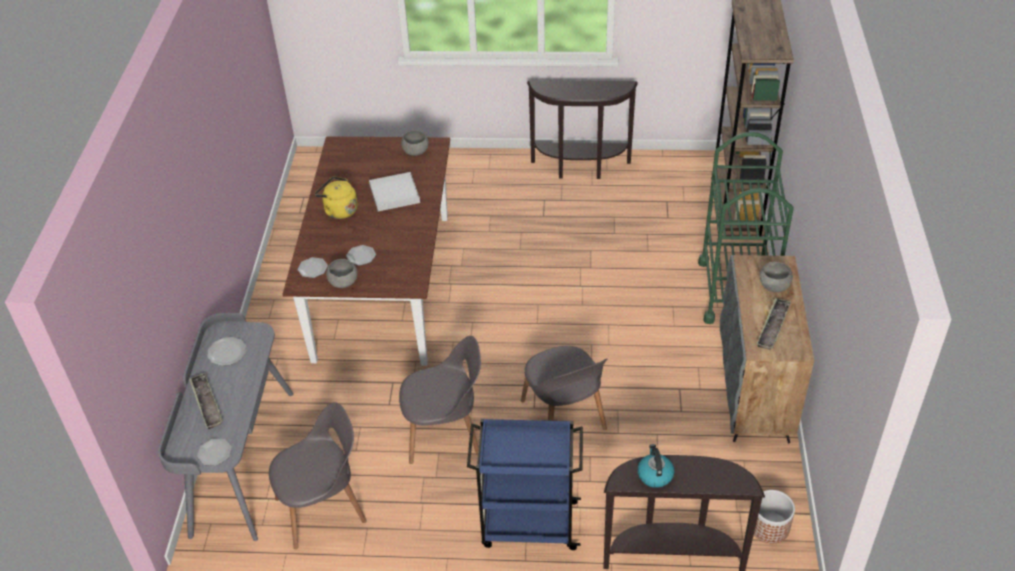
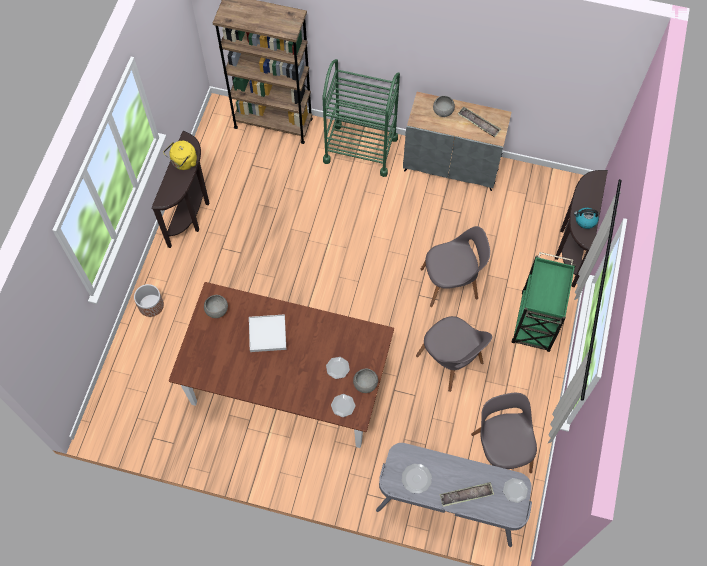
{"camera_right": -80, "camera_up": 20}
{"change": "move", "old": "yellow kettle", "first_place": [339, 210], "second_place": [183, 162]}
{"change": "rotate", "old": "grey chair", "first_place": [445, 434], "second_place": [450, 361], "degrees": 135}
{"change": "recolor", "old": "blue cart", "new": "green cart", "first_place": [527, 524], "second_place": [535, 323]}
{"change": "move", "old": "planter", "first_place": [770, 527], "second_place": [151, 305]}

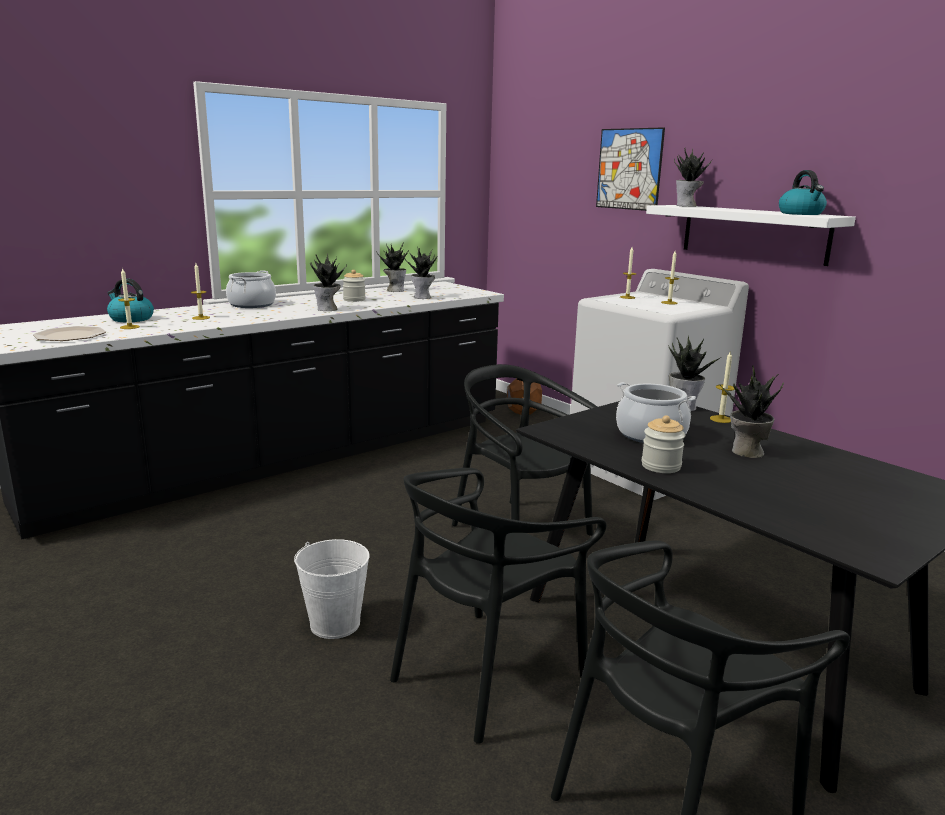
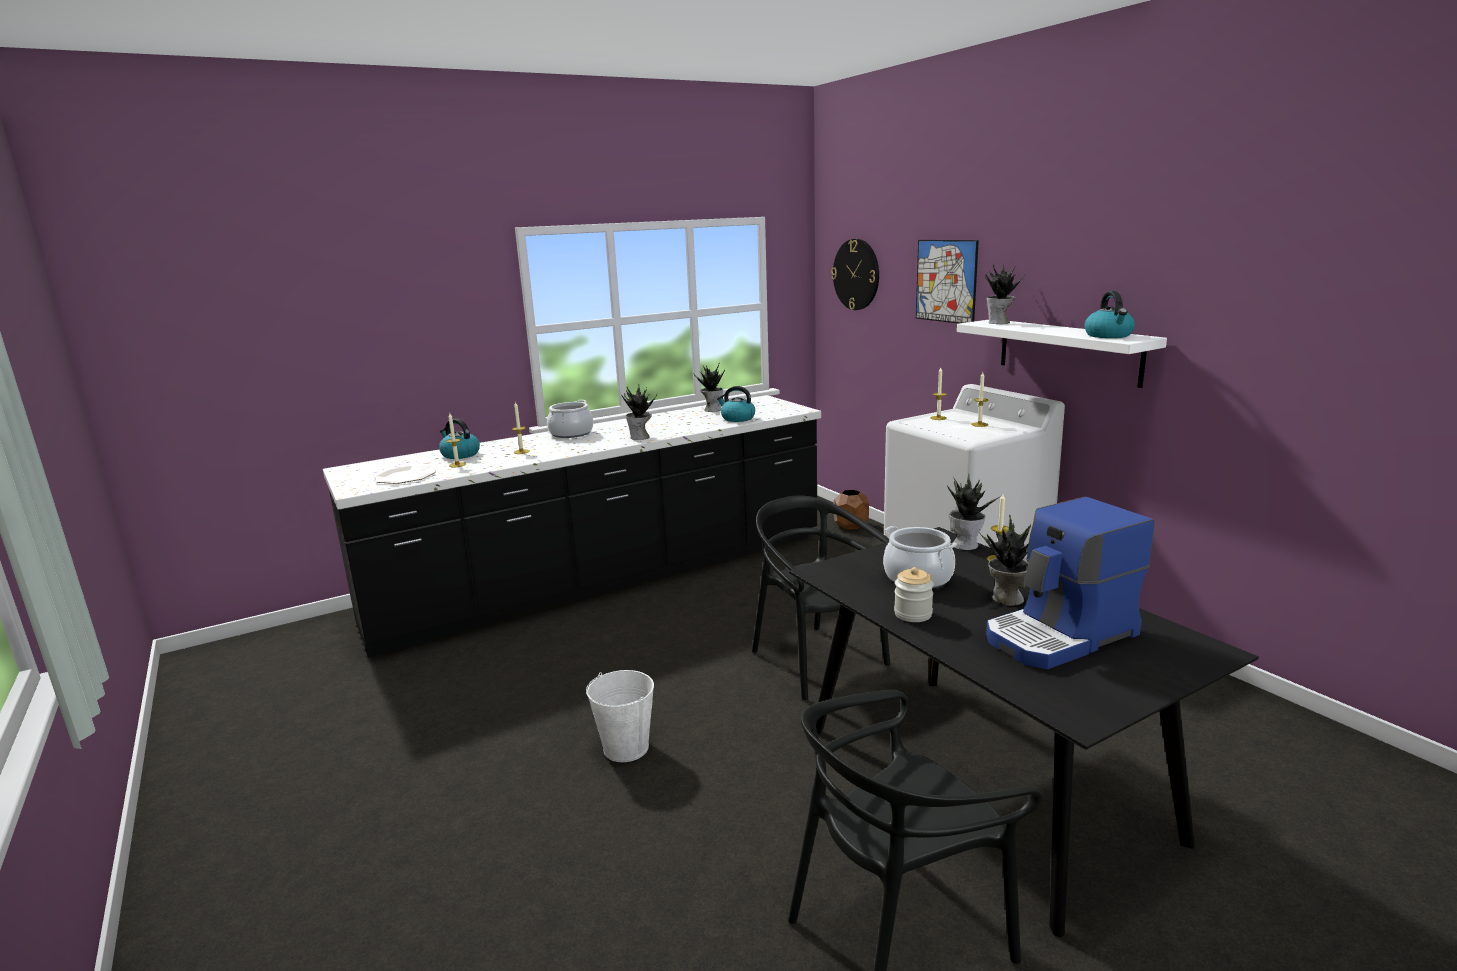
{"camera_right": 10, "camera_up": 0}
{"change": "replace", "old": "potted plant", "new": "kettle", "first_place": [423, 297], "second_place": [737, 418]}
{"change": "delete", "old": "jar", "first_place": [354, 300]}
{"change": "delete", "old": "black chair", "first_place": [486, 673]}
{"change": "insert", "new": "wall clock", "second_place": [856, 274]}
{"change": "insert", "new": "coffee machine", "second_place": [1061, 636]}

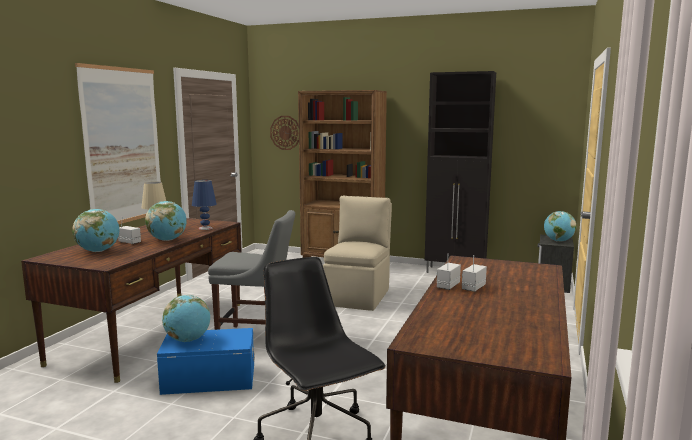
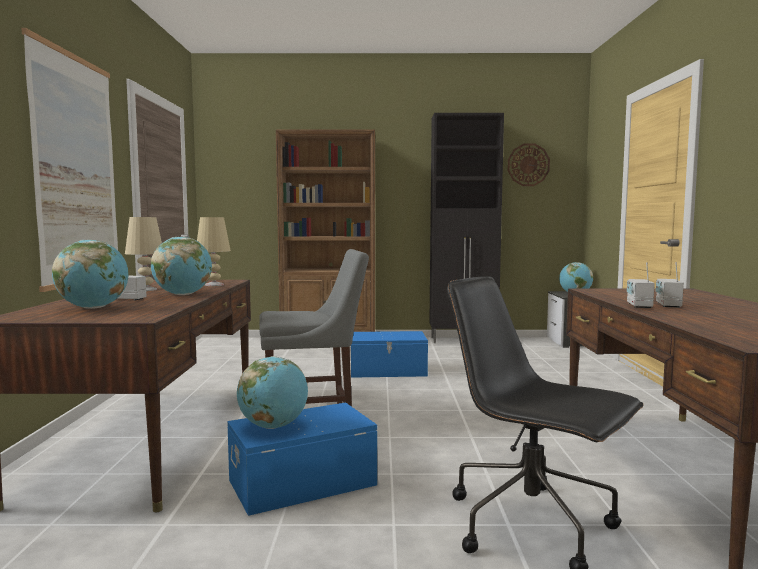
{"camera_right": -20, "camera_up": -5}
{"change": "move", "old": "wall clock", "first_place": [285, 132], "second_place": [528, 165]}
{"change": "recolor", "old": "blue table lamp", "new": "beige table lamp", "first_place": [205, 228], "second_place": [214, 285]}
{"change": "replace", "old": "beige chair", "new": "blue storage box", "first_place": [358, 296], "second_place": [388, 371]}

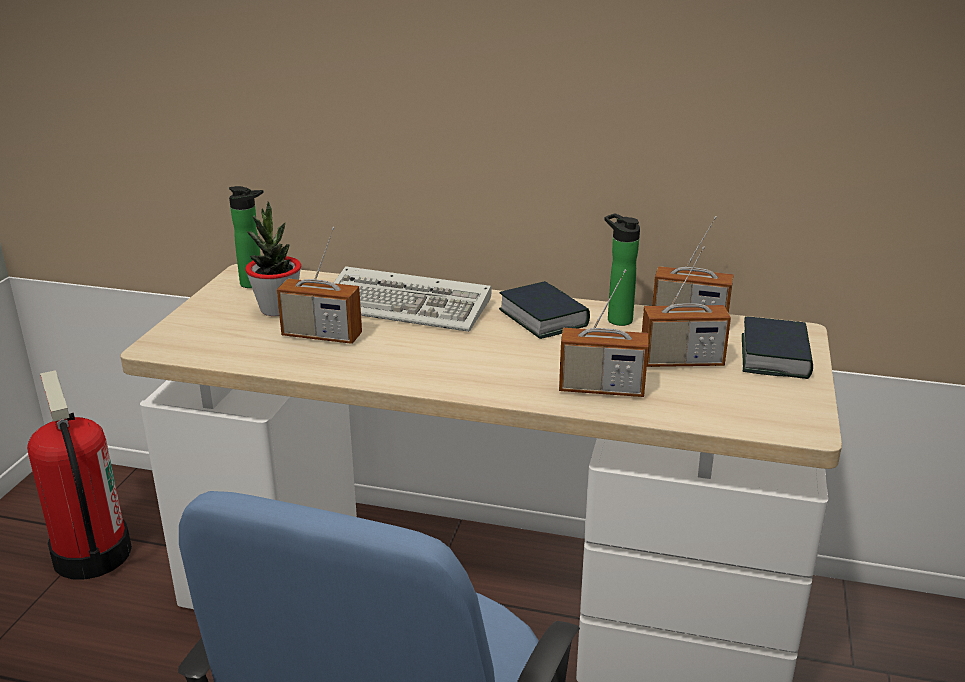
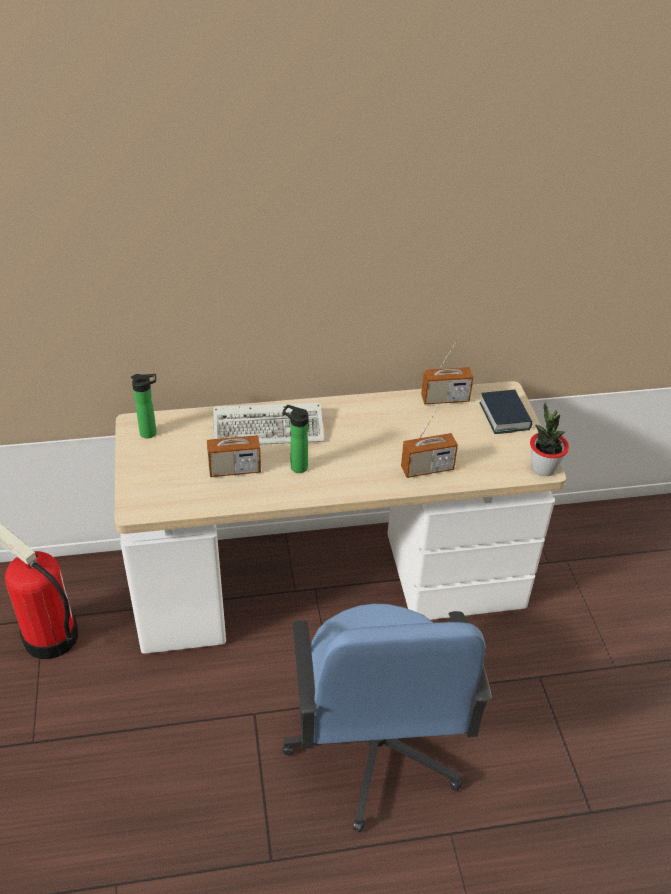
{"camera_right": -25, "camera_up": 15}
{"change": "move", "old": "potted plant", "first_place": [277, 309], "second_place": [543, 468]}
{"change": "move", "old": "bottle", "first_place": [616, 319], "second_place": [296, 466]}
{"change": "delete", "old": "radio", "first_place": [681, 362]}
{"change": "delete", "old": "book", "first_place": [543, 318]}

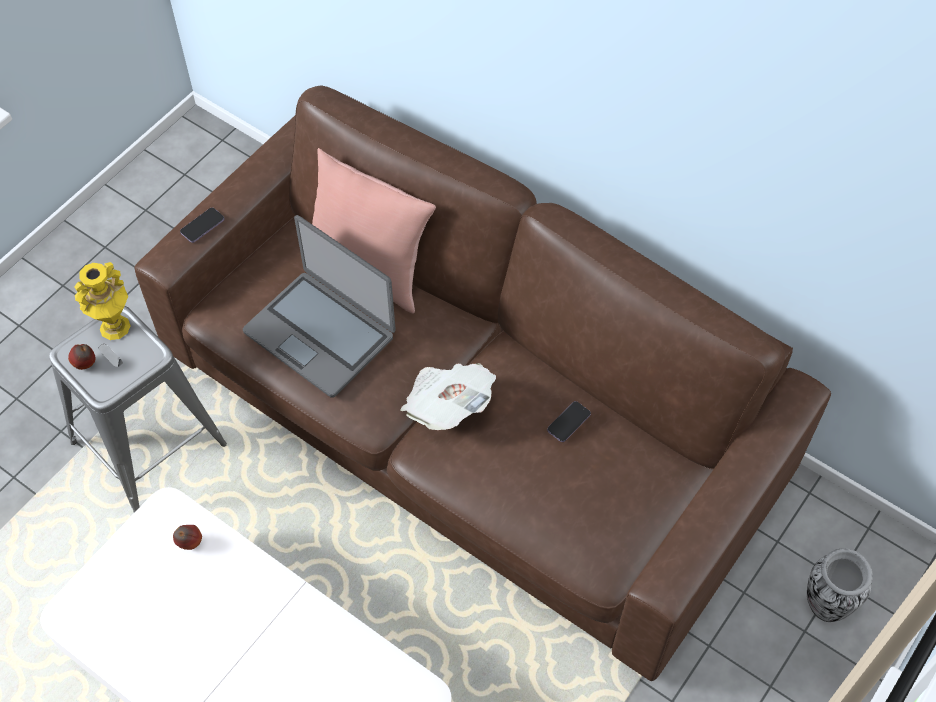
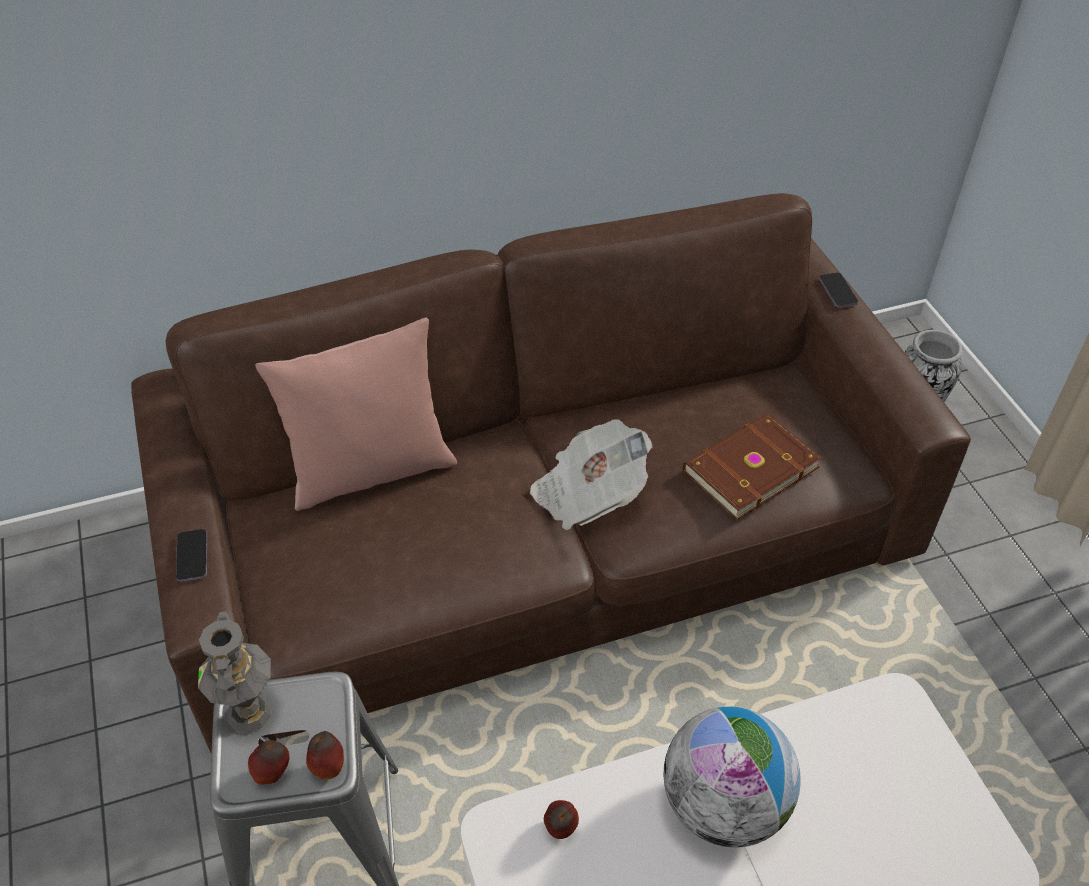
{"camera_right": -55, "camera_up": -10}
{"change": "delete", "old": "laptop", "first_place": [320, 333]}
{"change": "recolor", "old": "yellow vase", "new": "grey vase", "first_place": [115, 328], "second_place": [250, 712]}
{"change": "move", "old": "phone", "first_place": [568, 422], "second_place": [837, 291]}
{"change": "insert", "new": "brown book", "second_place": [748, 468]}
{"change": "insert", "new": "globe", "second_place": [723, 805]}
{"change": "insert", "new": "apple", "second_place": [328, 766]}

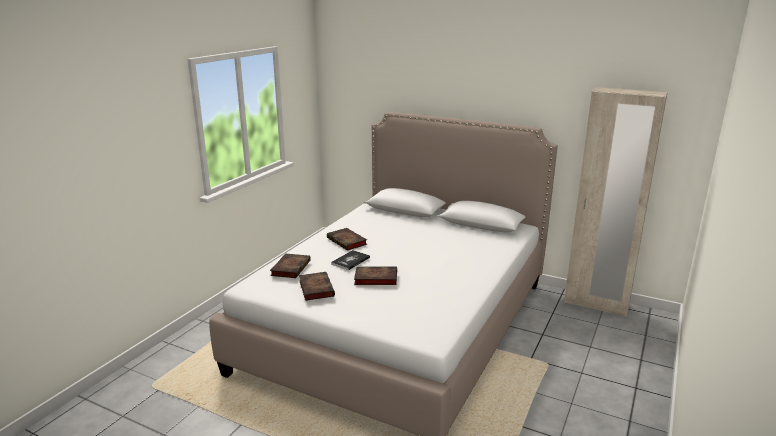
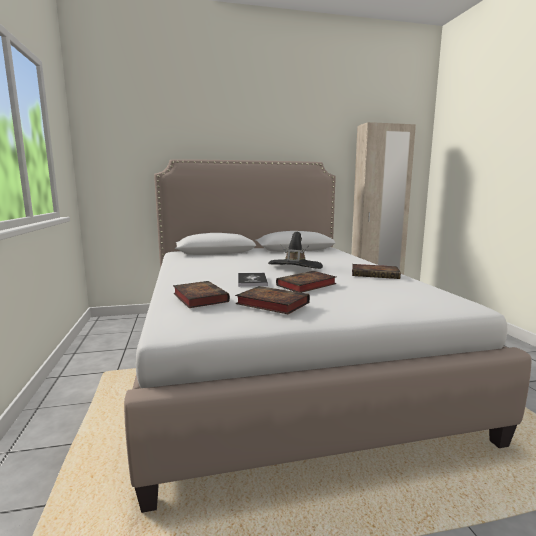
{"camera_right": -40, "camera_up": -10}
{"change": "move", "old": "book", "first_place": [347, 241], "second_place": [376, 274]}
{"change": "insert", "new": "black hat", "second_place": [295, 266]}

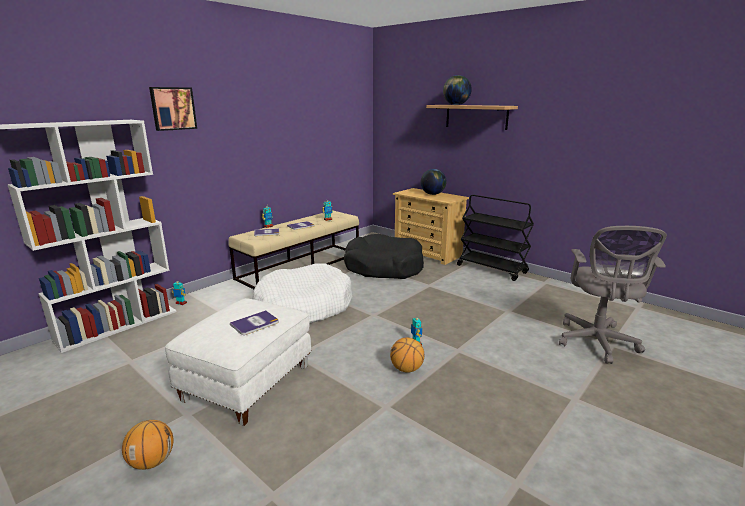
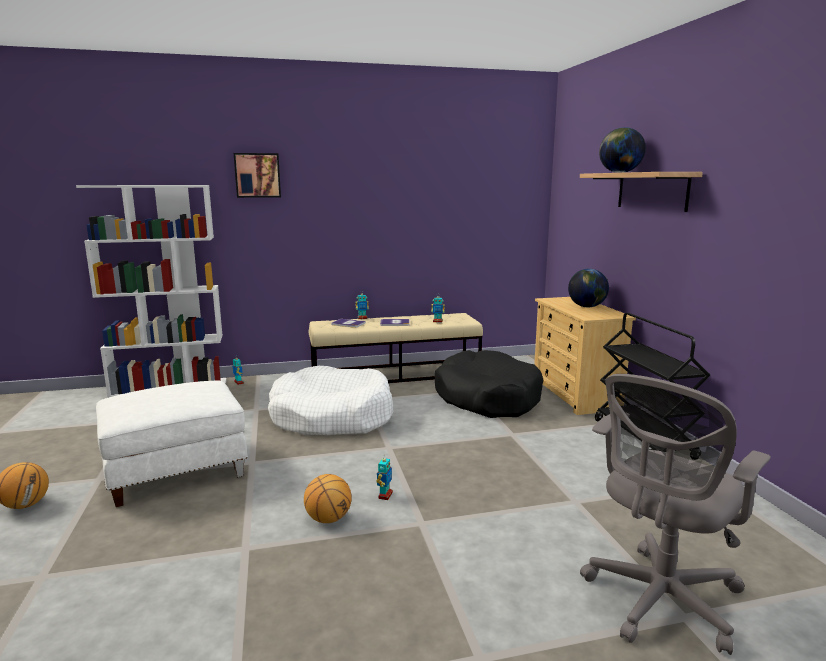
{"camera_right": 35, "camera_up": -5}
{"change": "delete", "old": "book", "first_place": [255, 323]}

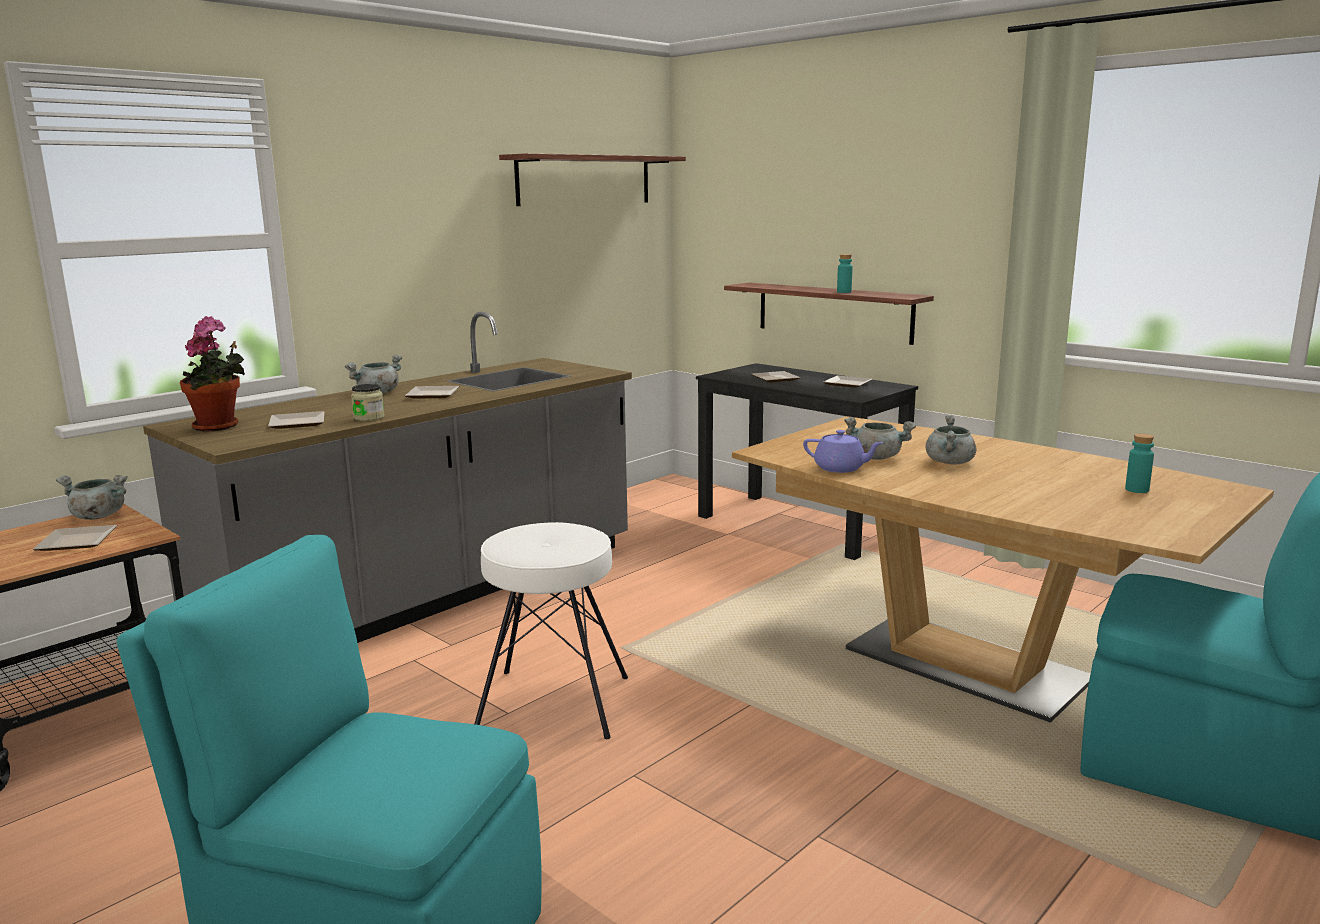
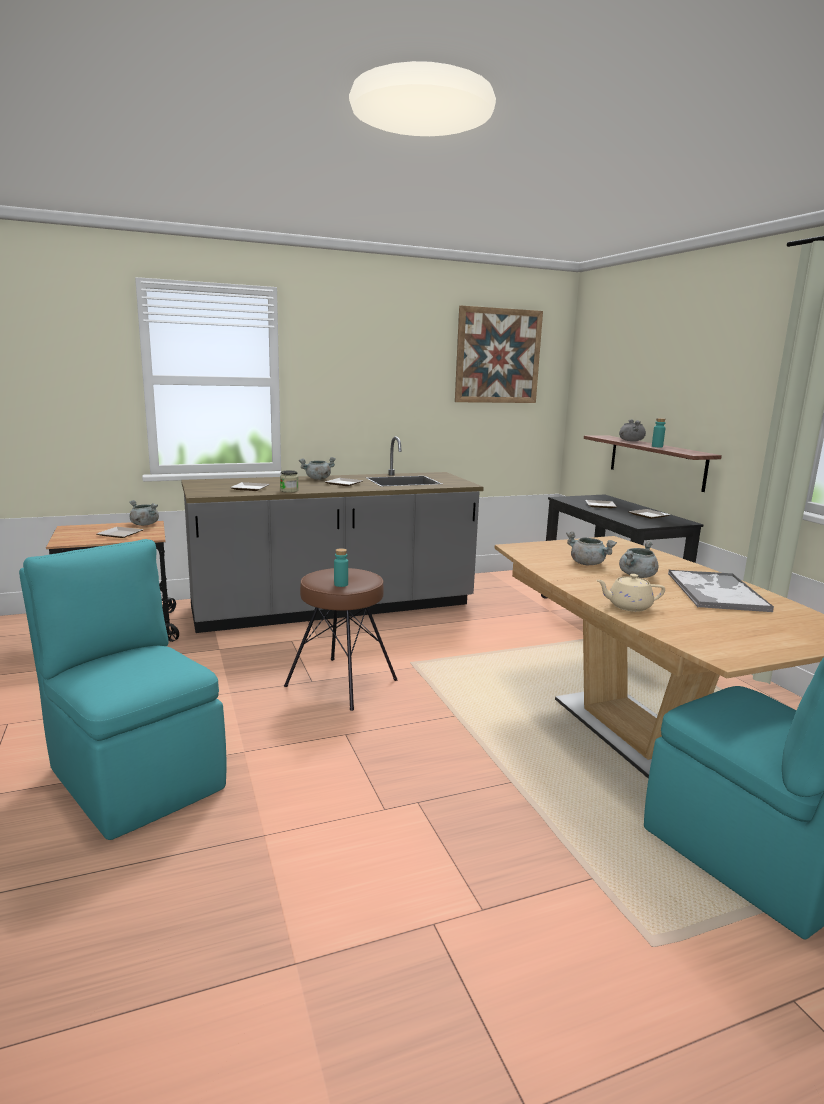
{"camera_right": 25, "camera_up": 0}
{"change": "replace", "old": "shelf", "new": "picture", "first_place": [585, 180], "second_place": [498, 356]}
{"change": "delete", "old": "potted plant", "first_place": [219, 427]}
{"change": "delete", "old": "purple teapot", "first_place": [840, 468]}
{"change": "move", "old": "turquoise bottle", "first_place": [1137, 490], "second_place": [341, 584]}
{"change": "recolor", "old": "white stool", "new": "brown stool", "first_place": [553, 702], "second_place": [341, 682]}
{"change": "insert", "new": "grey cooking pot", "second_place": [630, 441]}
{"change": "insert", "new": "tray", "second_place": [715, 591]}
{"change": "insert", "new": "beige teapot", "second_place": [628, 606]}

